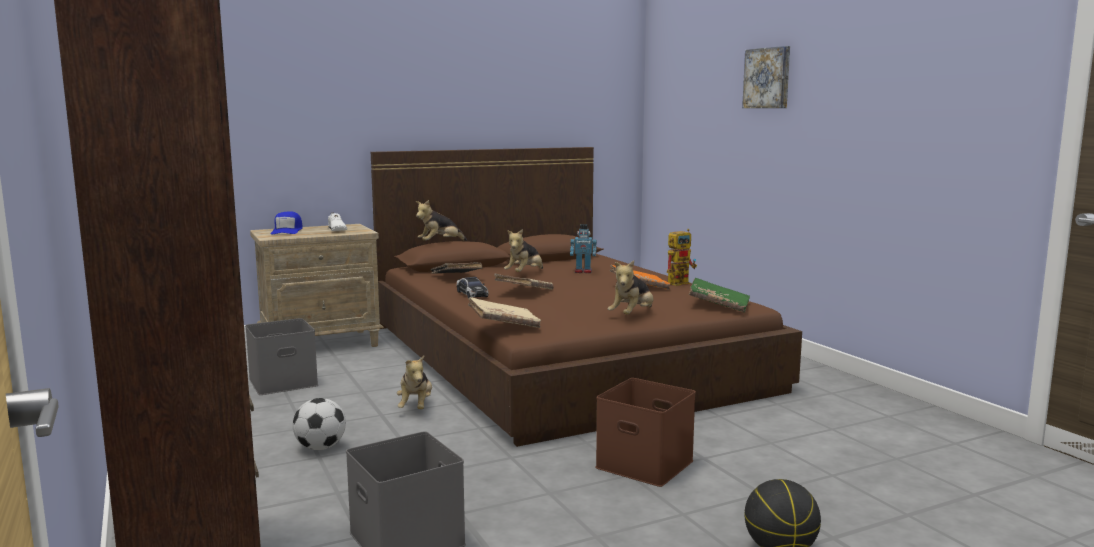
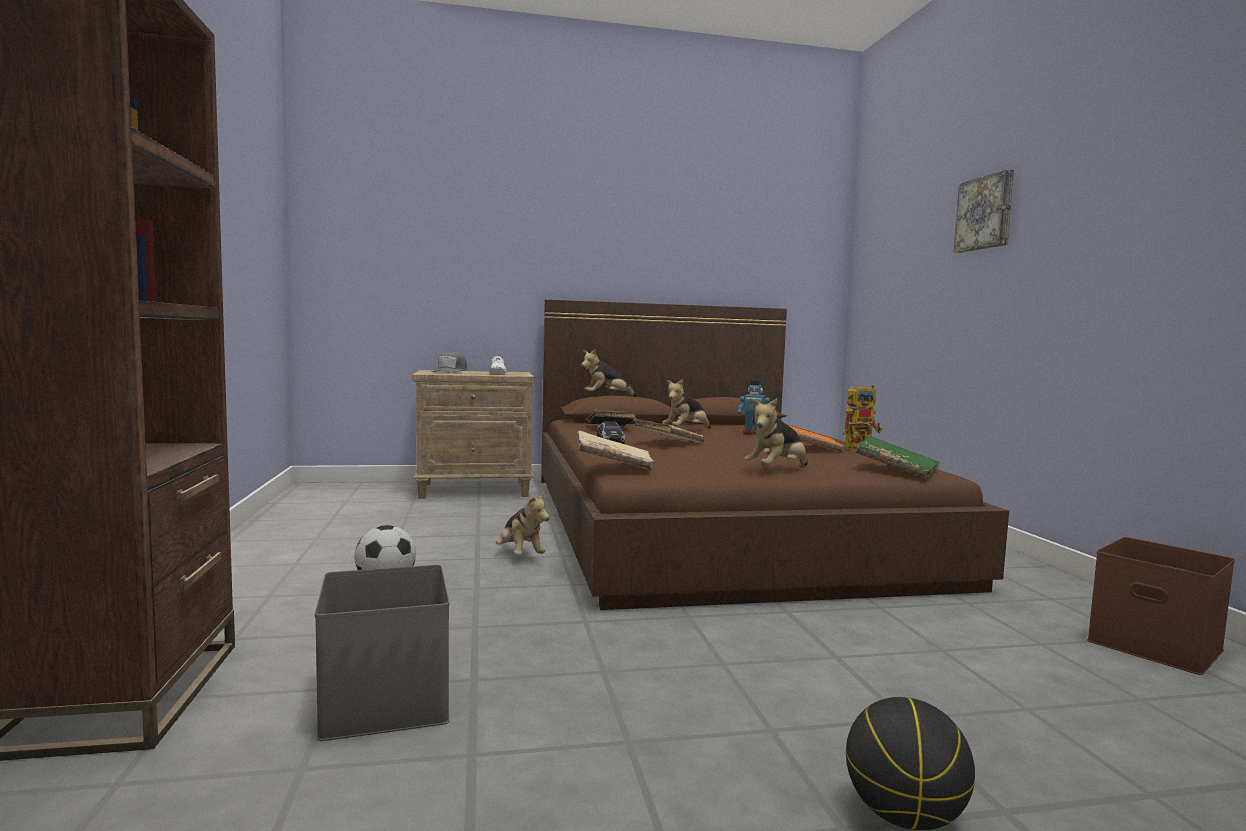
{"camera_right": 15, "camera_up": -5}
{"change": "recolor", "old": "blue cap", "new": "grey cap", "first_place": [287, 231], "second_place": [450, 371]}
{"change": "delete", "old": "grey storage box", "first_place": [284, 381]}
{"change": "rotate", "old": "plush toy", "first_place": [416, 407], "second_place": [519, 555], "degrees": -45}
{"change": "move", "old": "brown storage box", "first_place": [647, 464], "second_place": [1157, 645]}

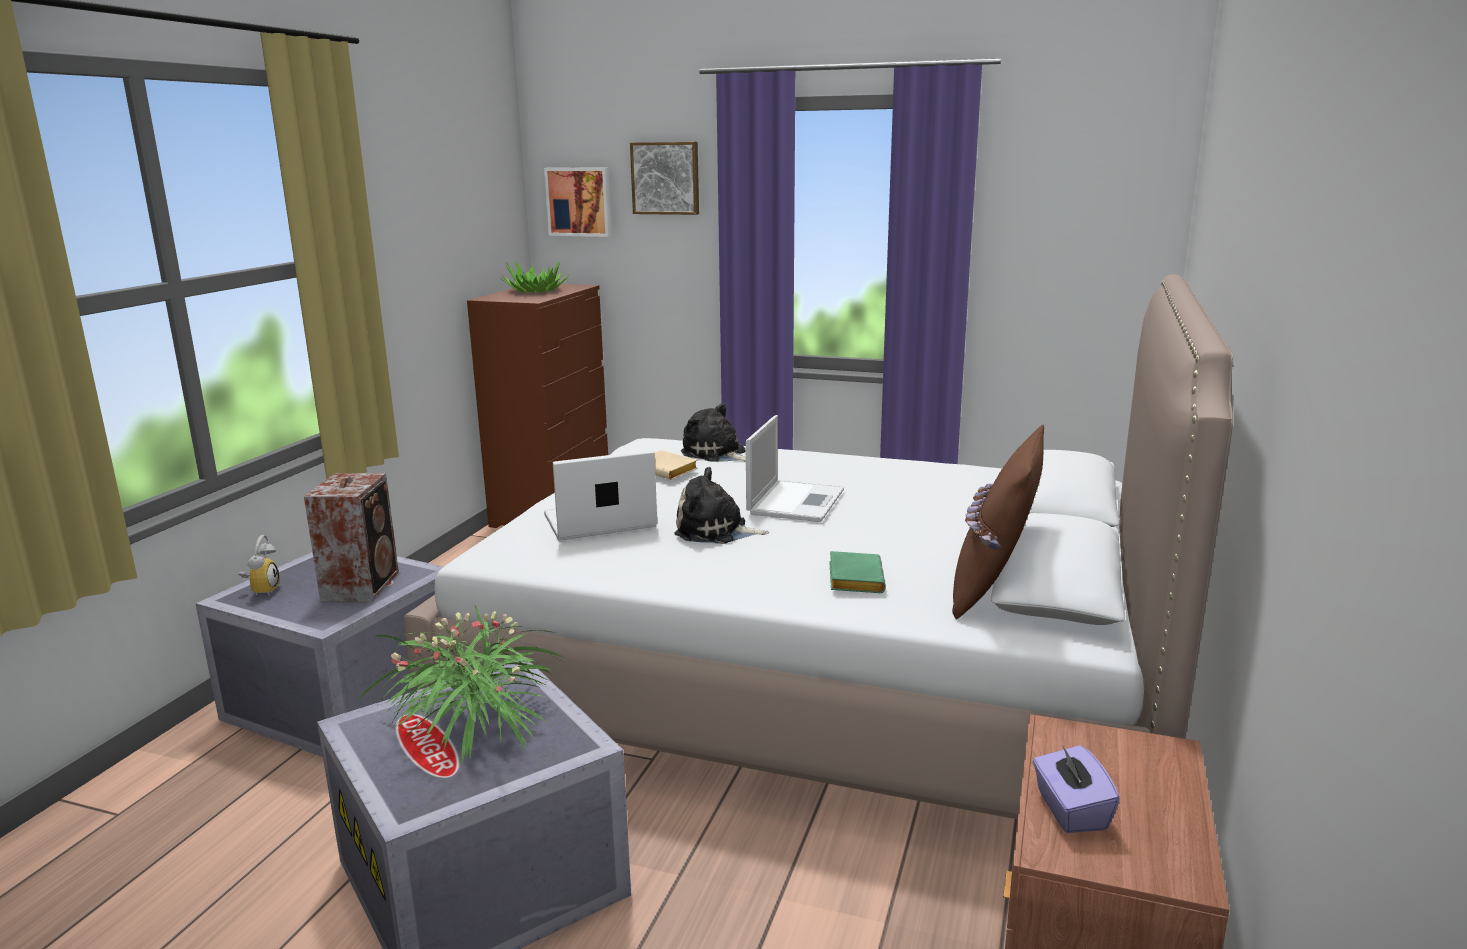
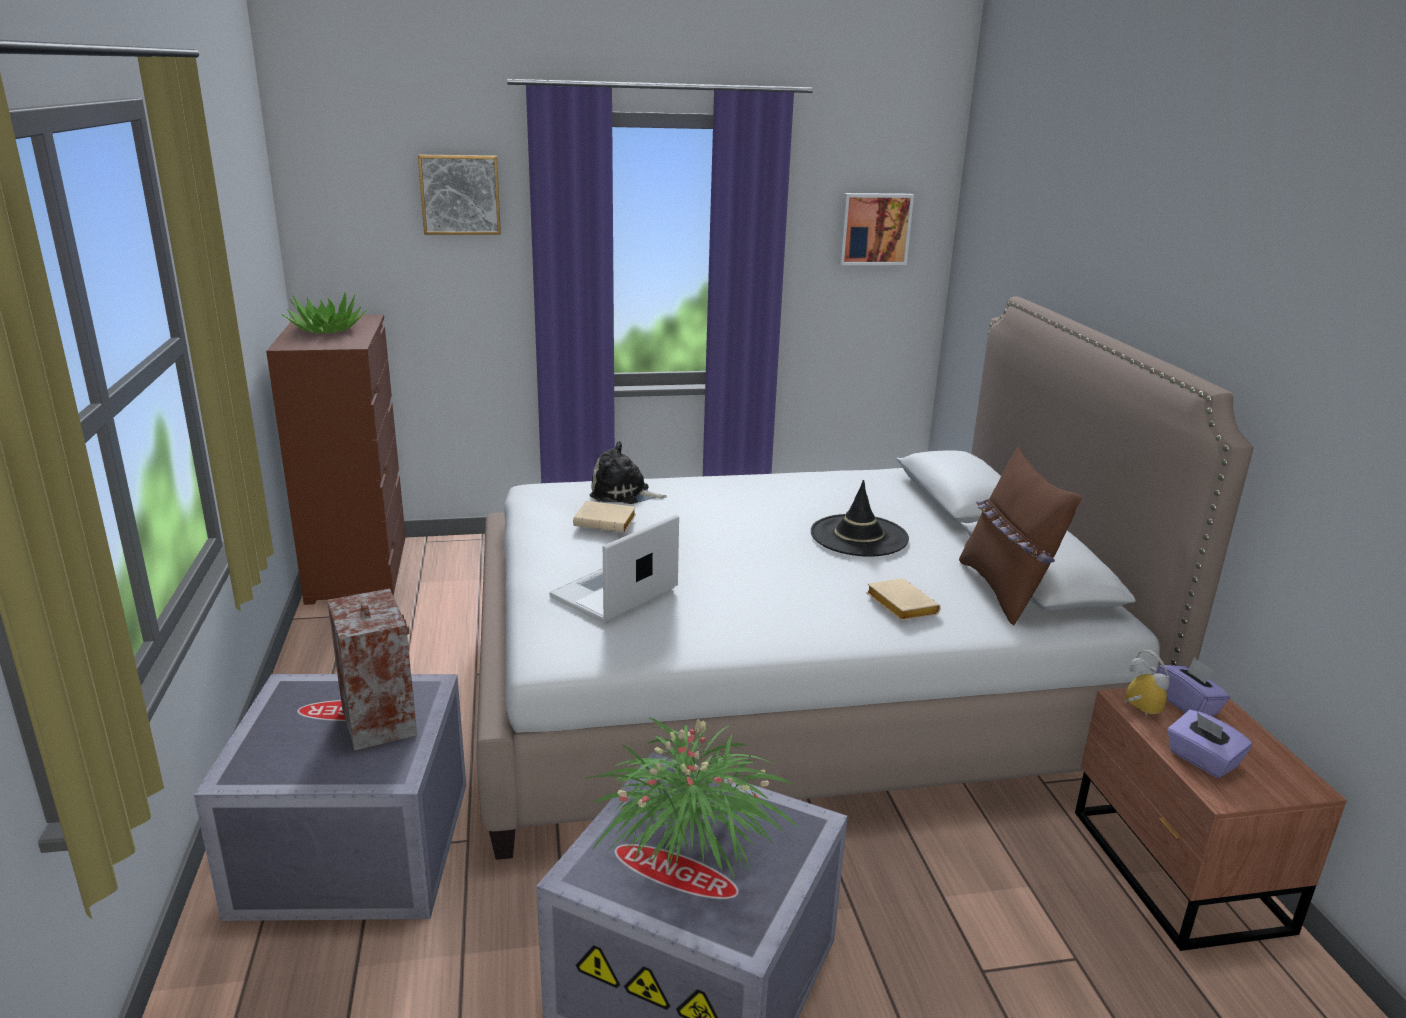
{"camera_right": -30, "camera_up": 5}
{"change": "move", "old": "picture", "first_place": [579, 201], "second_place": [874, 228]}
{"change": "delete", "old": "laptop", "first_place": [796, 501]}
{"change": "delete", "old": "plush toy", "first_place": [715, 531]}
{"change": "move", "old": "alarm clock", "first_place": [262, 590], "second_place": [1137, 710]}
{"change": "recolor", "old": "green book", "new": "beige book", "first_place": [853, 578], "second_place": [898, 605]}
{"change": "insert", "new": "black hat", "second_place": [859, 536]}
{"change": "insert", "new": "purple tissue box", "second_place": [1188, 704]}

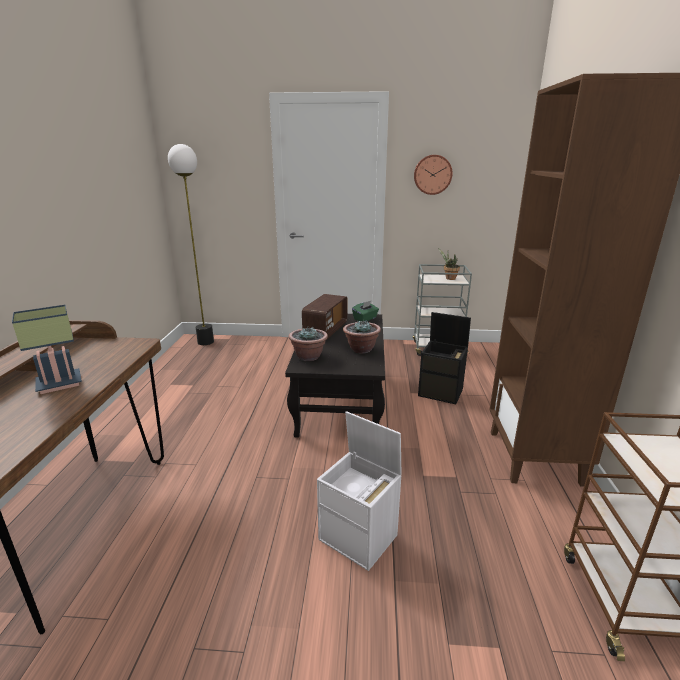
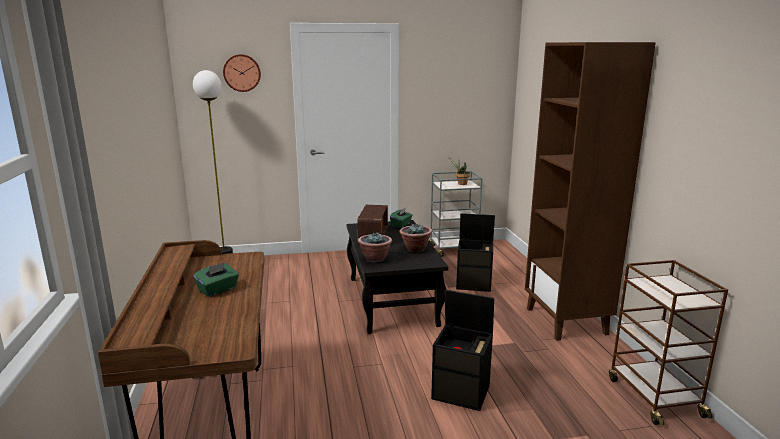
{"camera_right": -15, "camera_up": -5}
{"change": "move", "old": "wall clock", "first_place": [432, 174], "second_place": [242, 73]}
{"change": "replace", "old": "table lamp", "new": "green tissue box", "first_place": [61, 382], "second_place": [218, 290]}
{"change": "recolor", "old": "white storage box", "new": "black storage box", "first_place": [360, 537], "second_place": [462, 392]}

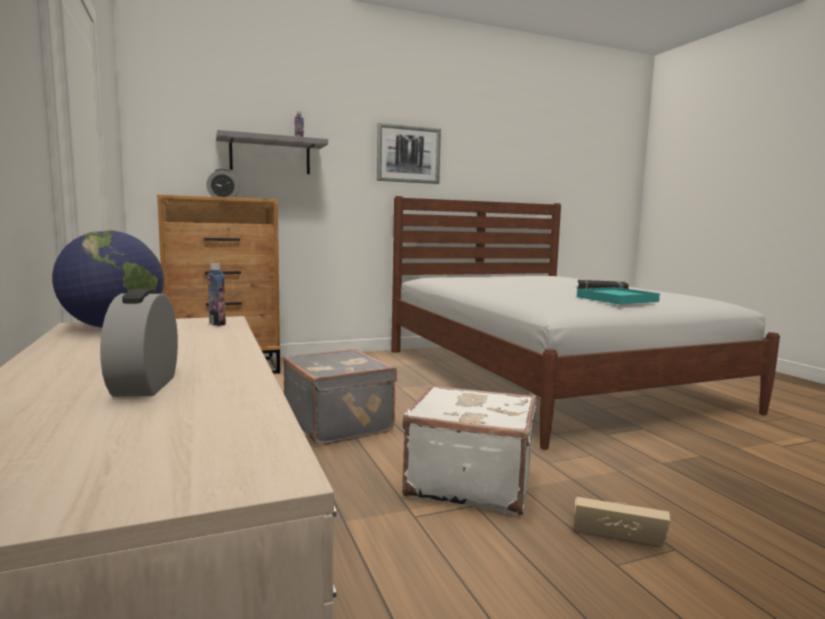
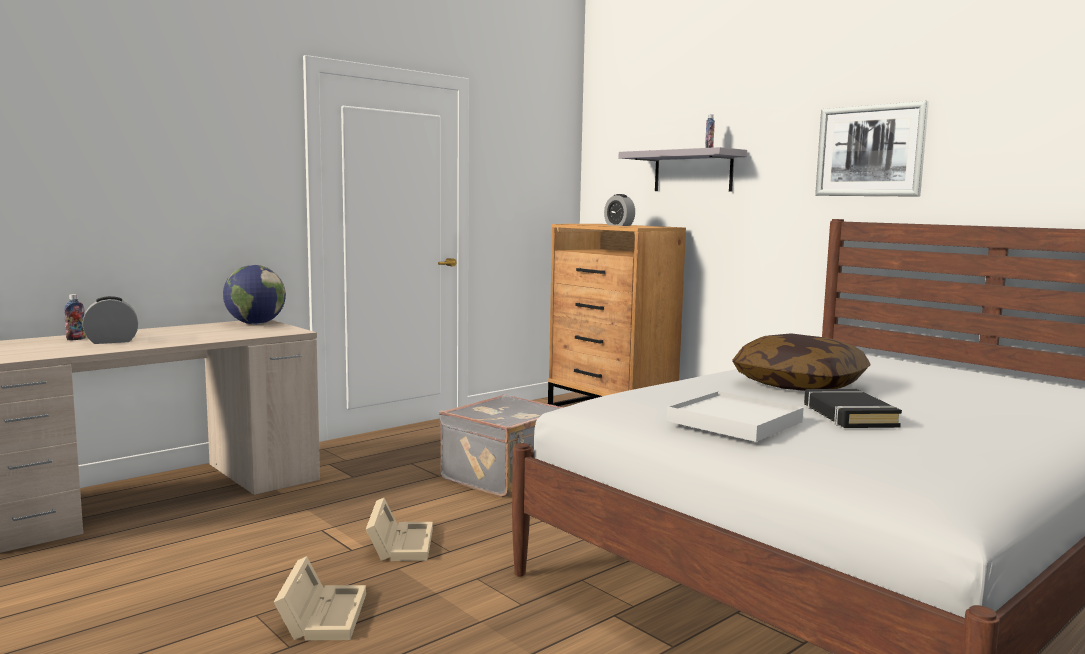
{"camera_right": 70, "camera_up": 0}
{"change": "move", "old": "bottle", "first_place": [217, 324], "second_place": [76, 339]}
{"change": "recolor", "old": "turquoise tray", "new": "white tray", "first_place": [617, 299], "second_place": [735, 421]}
{"change": "replace", "old": "white suitcase", "new": "beige storage box", "first_place": [469, 482], "second_place": [400, 543]}
{"change": "insert", "new": "pillow", "second_place": [799, 385]}

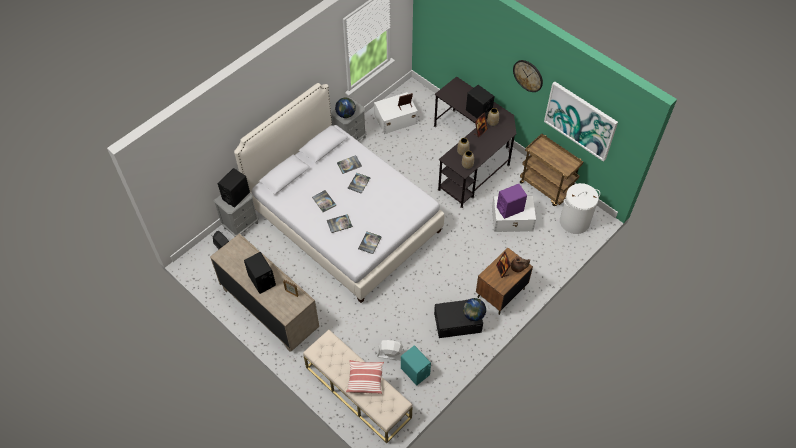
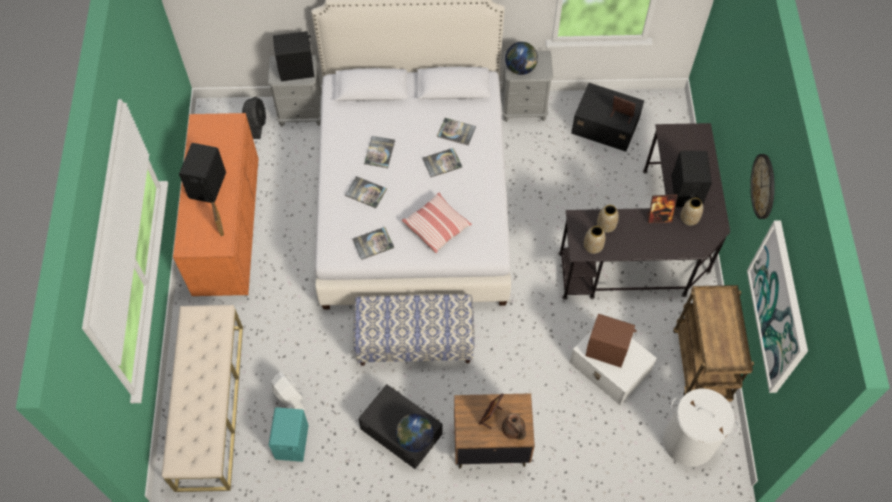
{"camera_right": 45, "camera_up": 5}
{"change": "recolor", "old": "white storage box", "new": "black storage box", "first_place": [395, 119], "second_place": [604, 125]}
{"change": "recolor", "old": "purple speaker", "new": "brown speaker", "first_place": [510, 209], "second_place": [606, 350]}
{"change": "recolor", "old": "beige dresser", "new": "orange dresser", "first_place": [269, 308], "second_place": [228, 230]}
{"change": "move", "old": "pillow", "first_place": [365, 379], "second_place": [437, 227]}
{"change": "insert", "new": "bench", "second_place": [415, 342]}

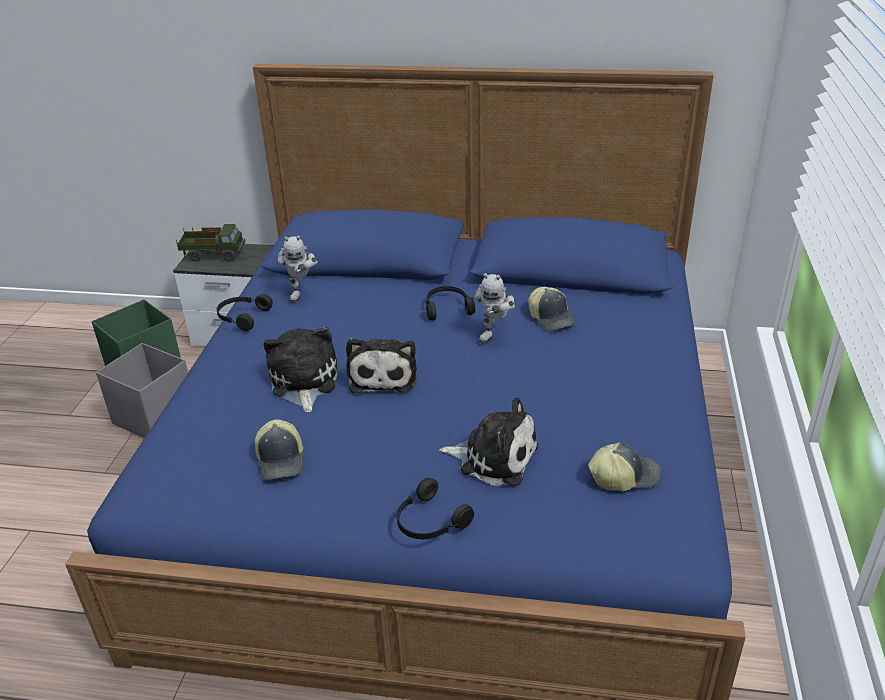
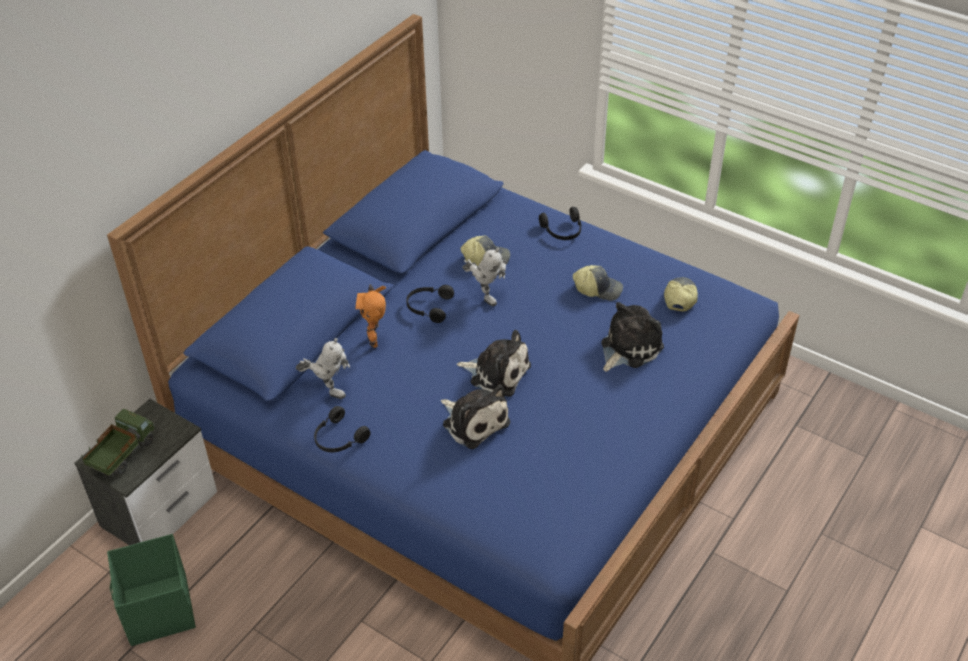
{"camera_right": -65, "camera_up": 10}
{"change": "rotate", "old": "plush toy", "first_place": [303, 382], "second_place": [474, 421], "degrees": -150}
{"change": "delete", "old": "grey storage box", "first_place": [155, 417]}
{"change": "move", "old": "cap", "first_place": [282, 460], "second_place": [598, 289]}
{"change": "move", "old": "black headphones", "first_place": [429, 522], "second_place": [562, 231]}
{"change": "insert", "new": "toy robot", "second_place": [375, 340]}

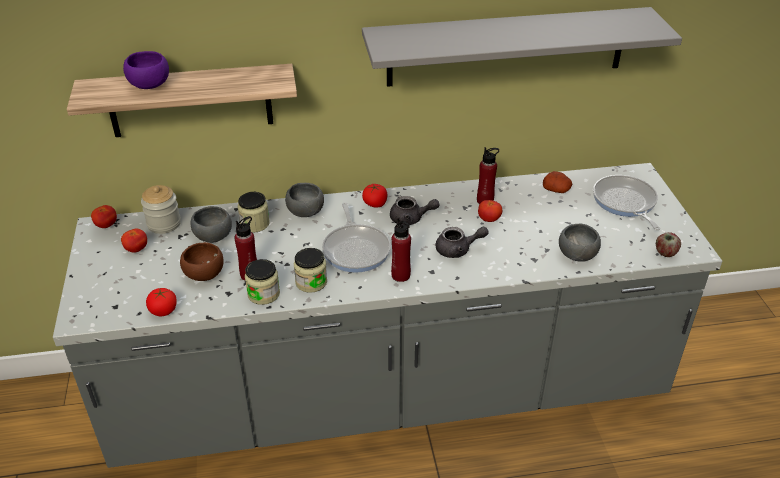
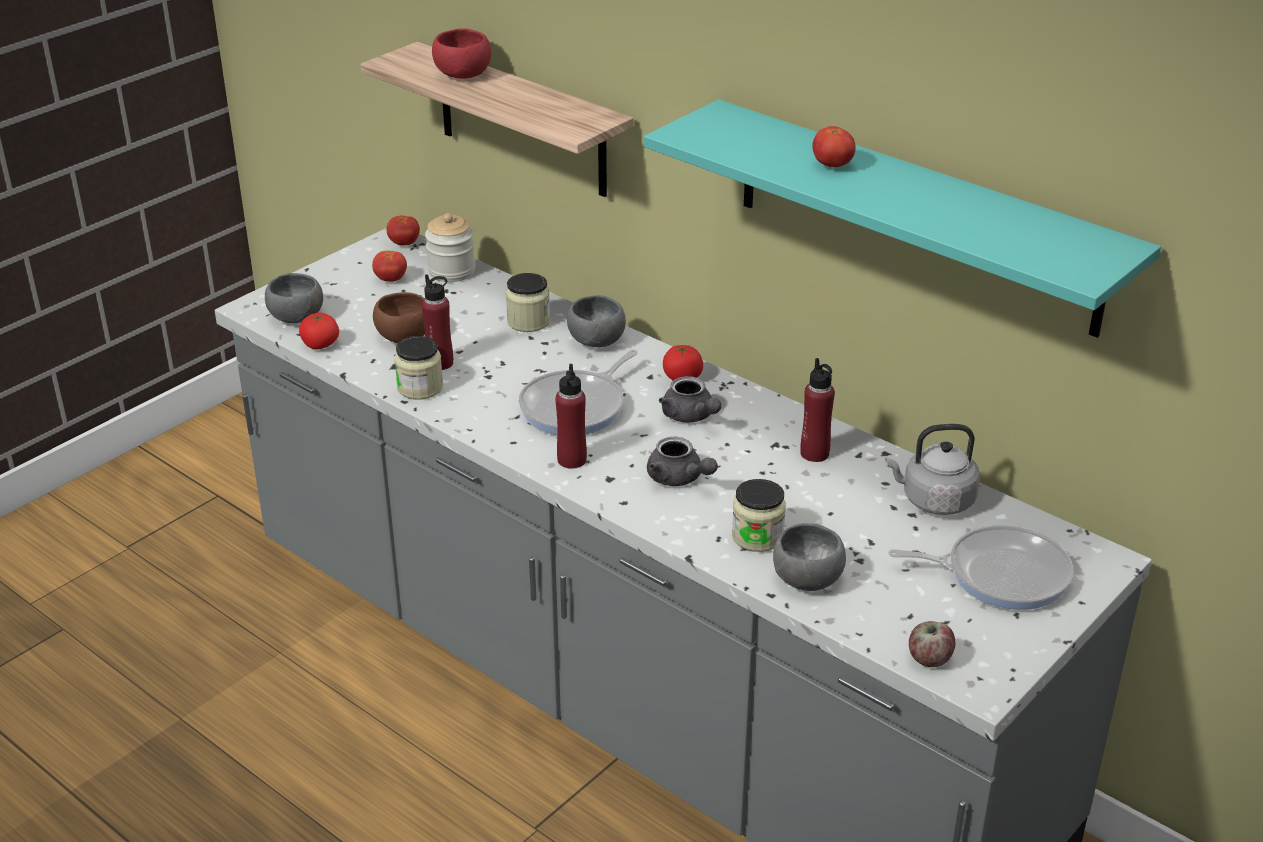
{"camera_right": 50, "camera_up": -5}
{"change": "recolor", "old": "grey shelf", "new": "turquoise shelf", "first_place": [506, 47], "second_place": [915, 216]}
{"change": "recolor", "old": "purple bowl", "new": "red bowl", "first_place": [149, 85], "second_place": [461, 75]}
{"change": "replace", "old": "potato", "new": "grey kettle", "first_place": [556, 190], "second_place": [934, 501]}
{"change": "rotate", "old": "frying pan", "first_place": [625, 202], "second_place": [1000, 574], "degrees": 60}
{"change": "move", "old": "tomato", "first_place": [489, 219], "second_place": [832, 166]}
{"change": "move", "old": "grey bowl", "first_place": [213, 237], "second_place": [295, 318]}
{"change": "move", "old": "jar", "first_place": [311, 282], "second_place": [757, 536]}

